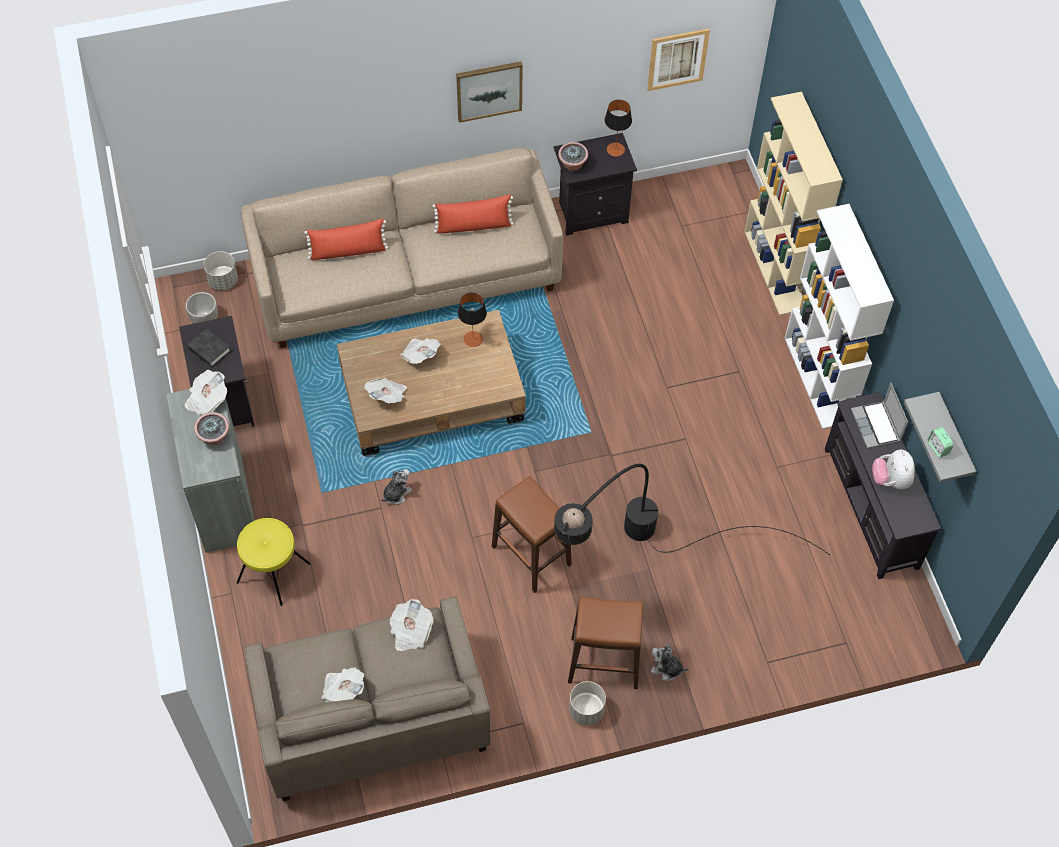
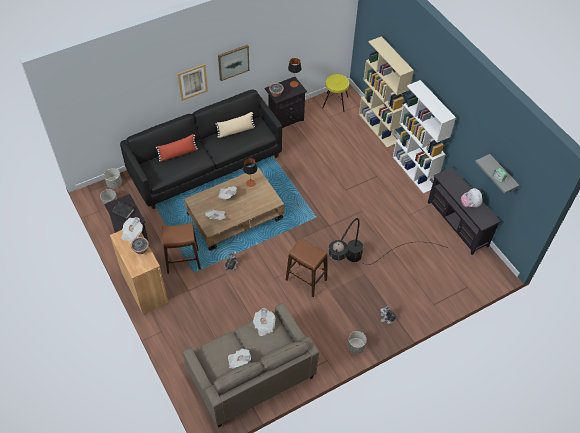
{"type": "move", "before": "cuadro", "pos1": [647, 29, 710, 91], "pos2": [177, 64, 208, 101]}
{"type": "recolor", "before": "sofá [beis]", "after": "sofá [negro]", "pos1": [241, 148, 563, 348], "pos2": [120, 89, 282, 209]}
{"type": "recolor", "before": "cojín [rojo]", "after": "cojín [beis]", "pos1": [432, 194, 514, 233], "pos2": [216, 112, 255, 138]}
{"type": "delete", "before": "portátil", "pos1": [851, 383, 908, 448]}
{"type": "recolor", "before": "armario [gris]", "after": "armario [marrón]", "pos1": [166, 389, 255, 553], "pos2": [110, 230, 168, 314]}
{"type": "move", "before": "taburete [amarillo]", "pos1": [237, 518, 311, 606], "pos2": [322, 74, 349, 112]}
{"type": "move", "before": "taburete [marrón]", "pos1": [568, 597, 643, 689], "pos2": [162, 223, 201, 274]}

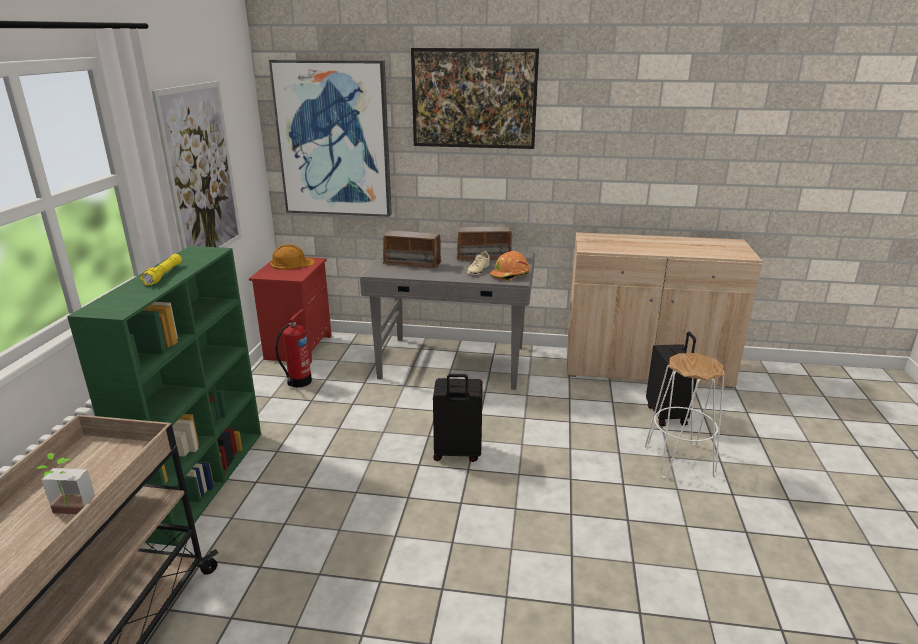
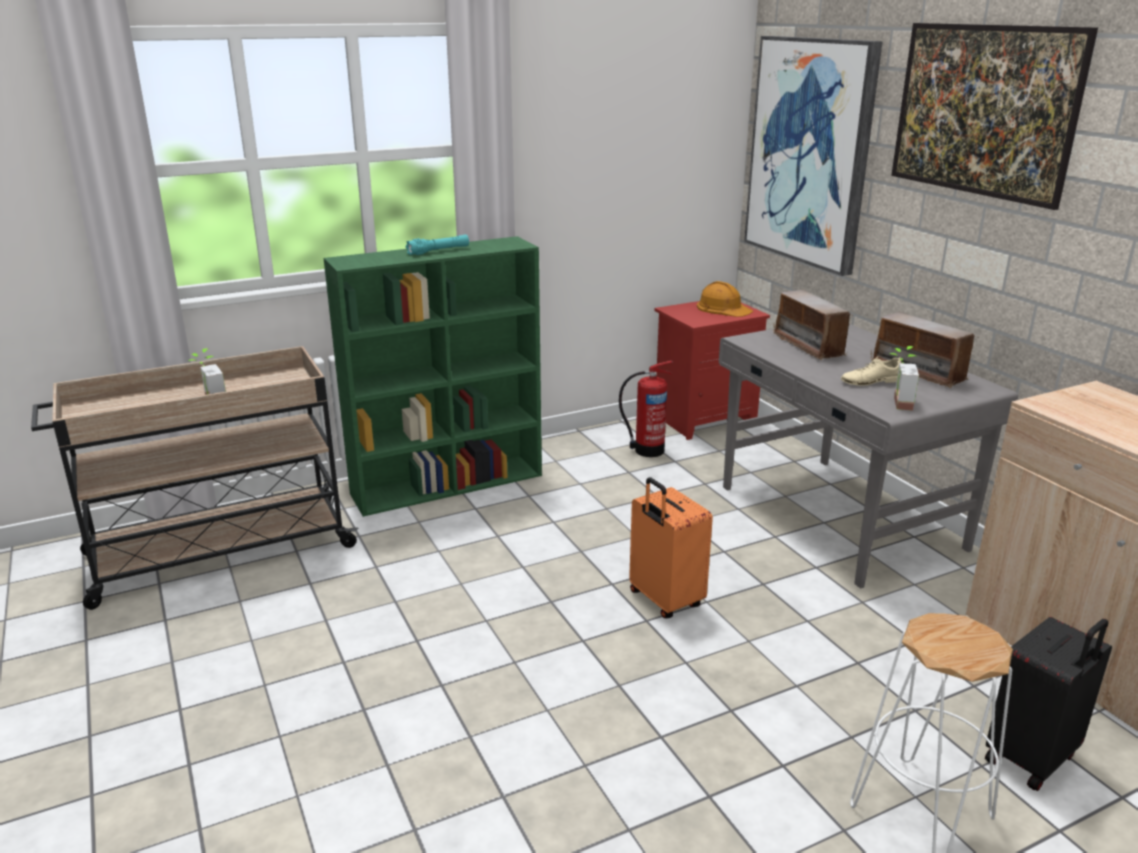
{"type": "delete", "before": "cuadro", "pos1": [152, 81, 242, 250]}
{"type": "replace", "before": "casco [naranja]", "after": "planta en maceta", "pos1": [489, 251, 530, 282], "pos2": [890, 346, 919, 411]}
{"type": "recolor", "before": "linterna [amarillo]", "after": "linterna [turquesa]", "pos1": [140, 254, 182, 285], "pos2": [405, 235, 469, 255]}
{"type": "recolor", "before": "maleta [negro]", "after": "maleta [naranja]", "pos1": [433, 374, 483, 462], "pos2": [629, 477, 713, 618]}

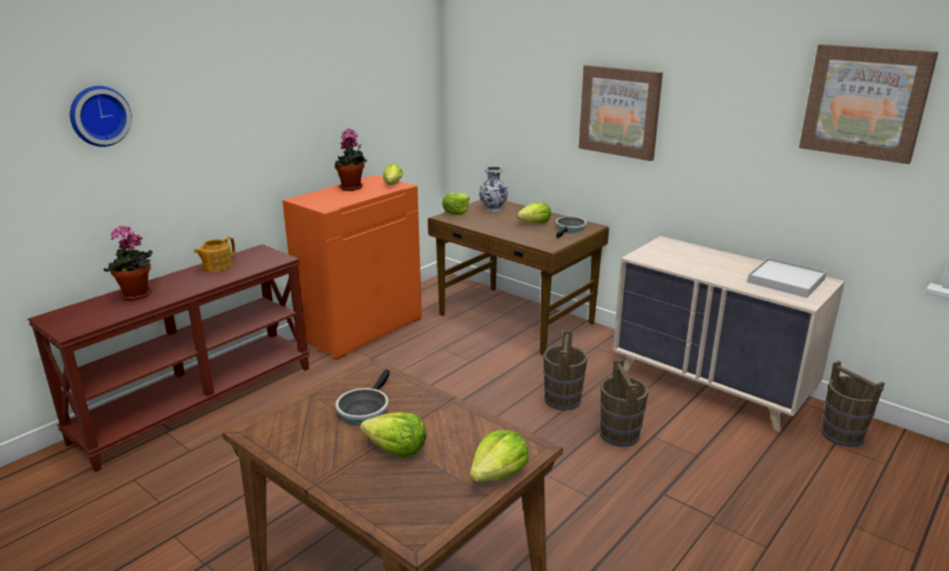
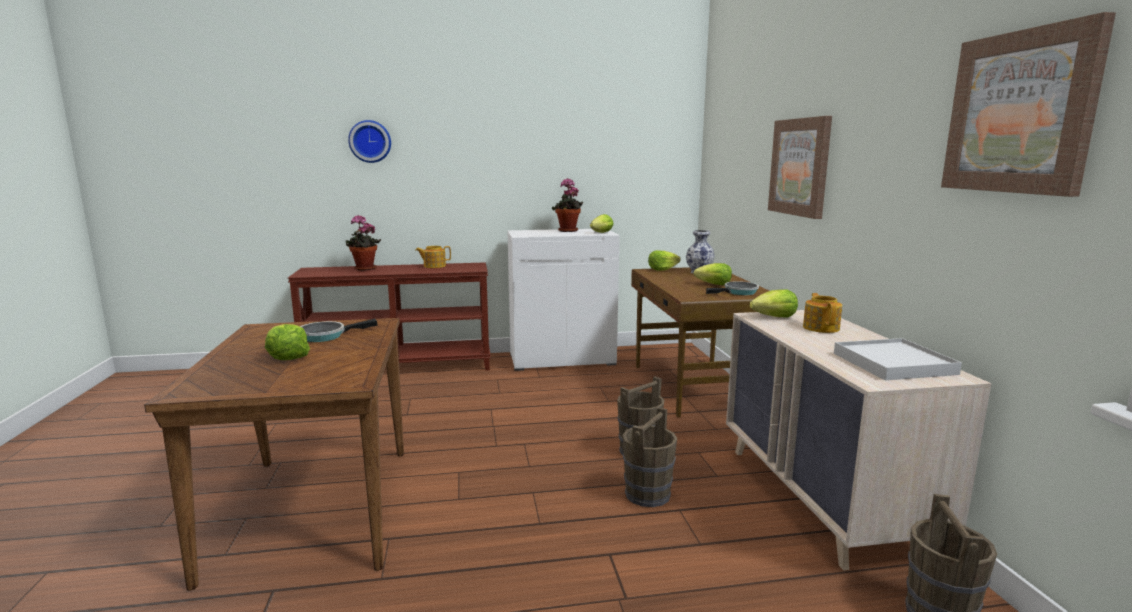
{"type": "recolor", "before": "armario [naranja]", "after": "armario [blanco]", "pos1": [282, 175, 422, 360], "pos2": [507, 229, 619, 371]}
{"type": "move", "before": "lechuga", "pos1": [470, 430, 529, 482], "pos2": [750, 289, 798, 317]}
{"type": "insert", "after": "tetera", "pos2": [803, 293, 842, 333]}

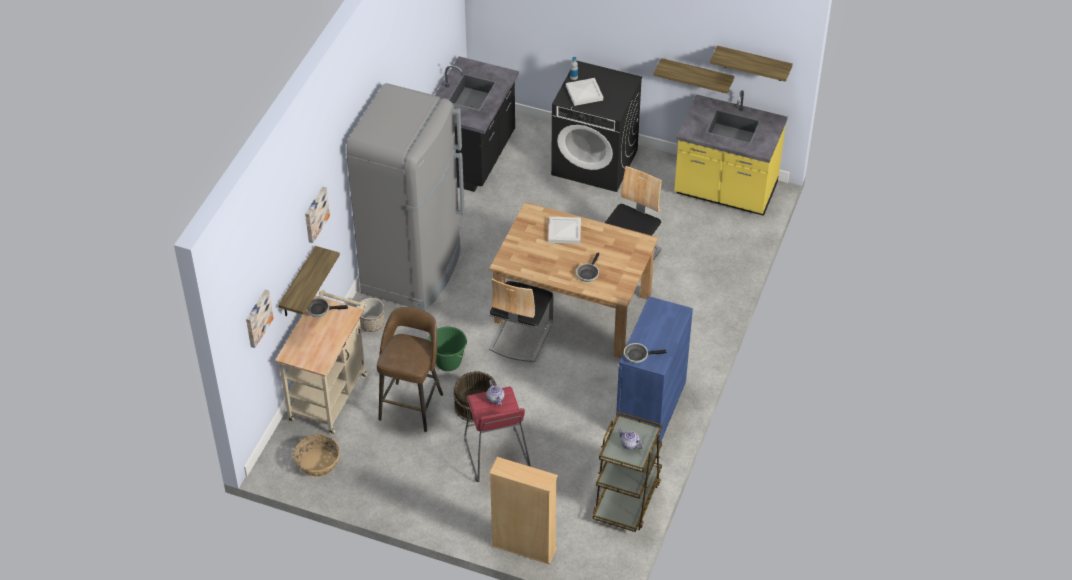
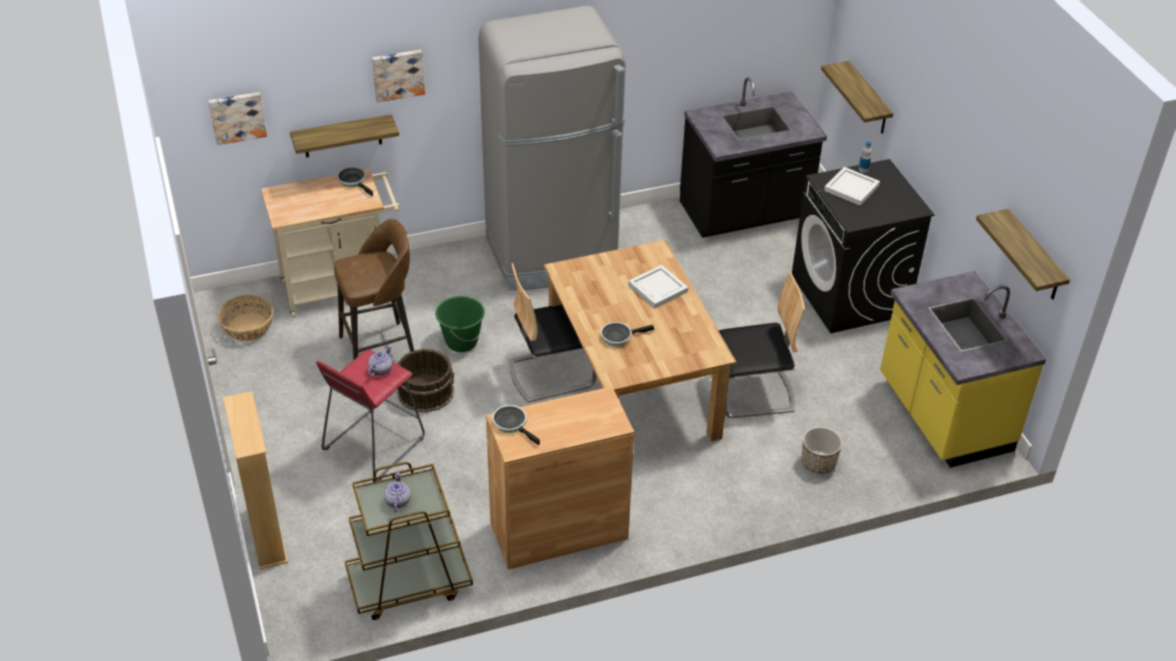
{"type": "move", "before": "estante", "pos1": [653, 58, 734, 94], "pos2": [821, 61, 893, 134]}
{"type": "recolor", "before": "armario [azul]", "after": "armario [marrón]", "pos1": [616, 296, 693, 444], "pos2": [486, 386, 634, 570]}
{"type": "move", "before": "maceta", "pos1": [357, 298, 385, 332], "pos2": [801, 427, 842, 474]}

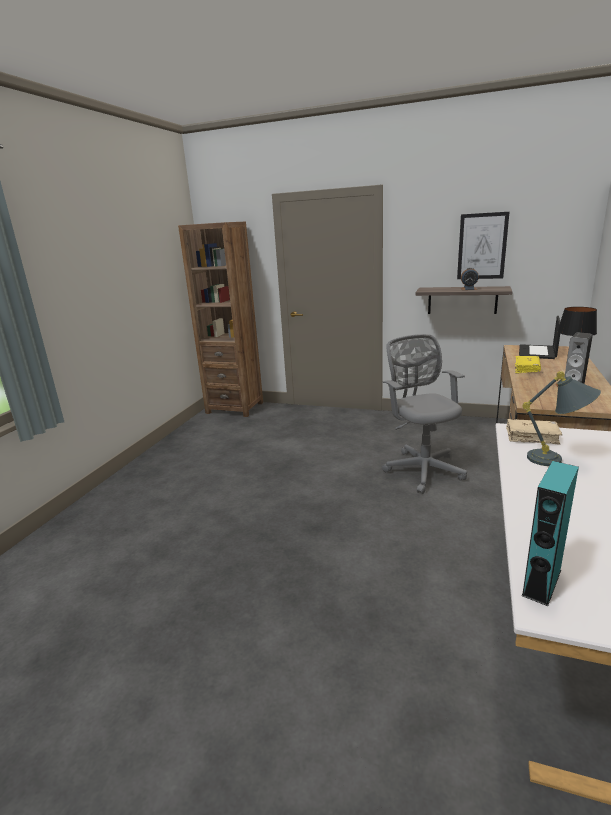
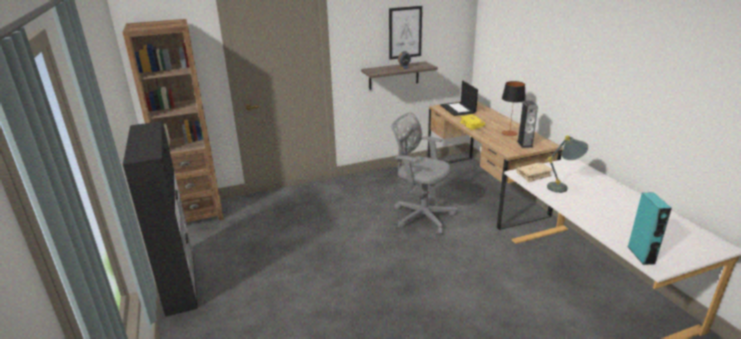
{"type": "insert", "after": "armario [negro]", "pos2": [123, 121, 198, 317]}

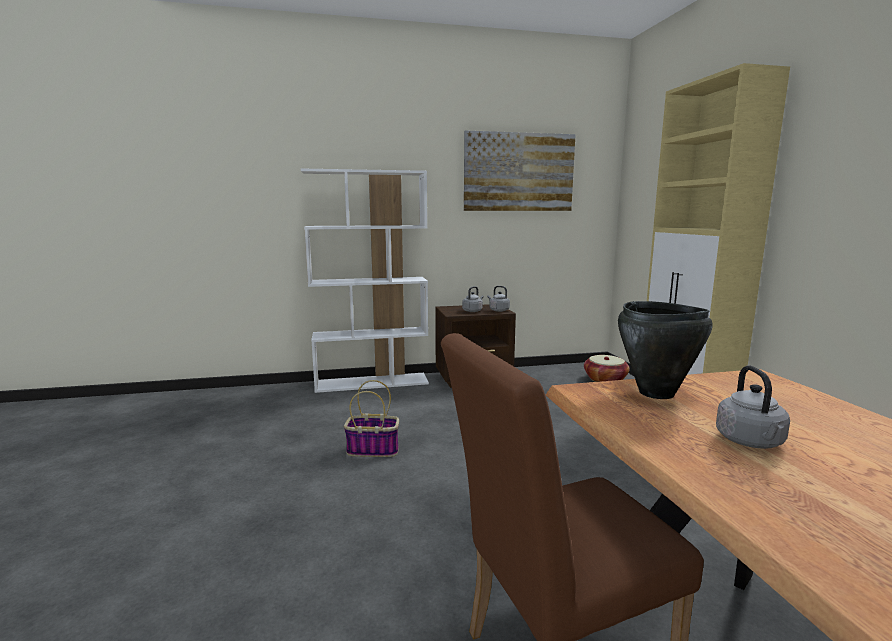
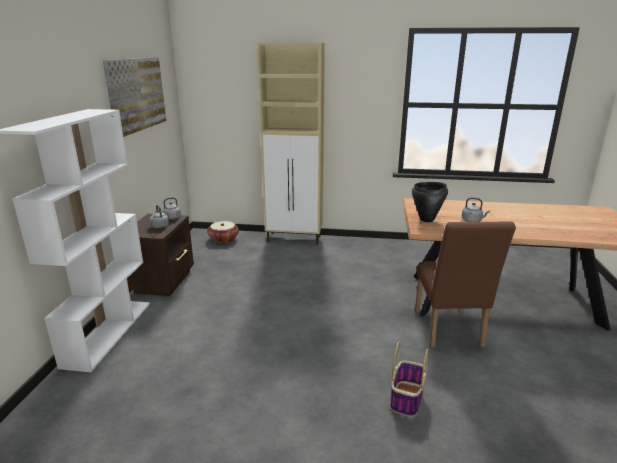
{"type": "move", "before": "cesta", "pos1": [344, 380, 399, 457], "pos2": [391, 341, 429, 417]}

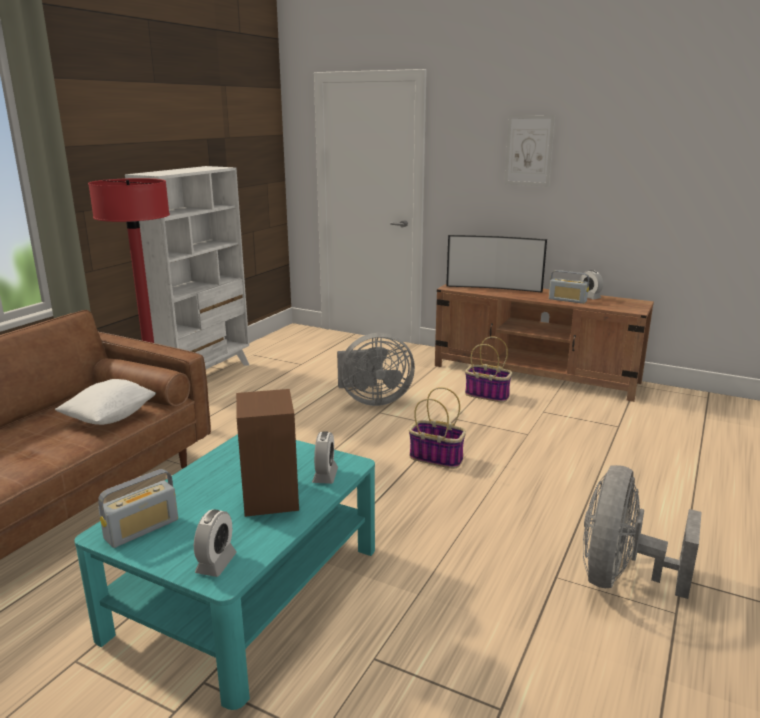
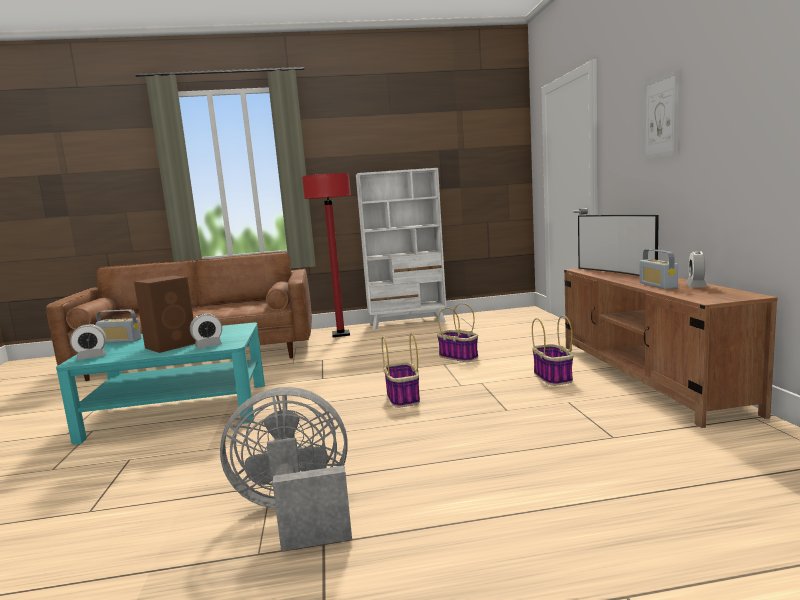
{"type": "replace", "before": "ventilador [gris]", "after": "cesta", "pos1": [337, 333, 415, 406], "pos2": [437, 303, 478, 362]}
{"type": "delete", "before": "cojín [blanco]", "pos1": [55, 379, 156, 425]}

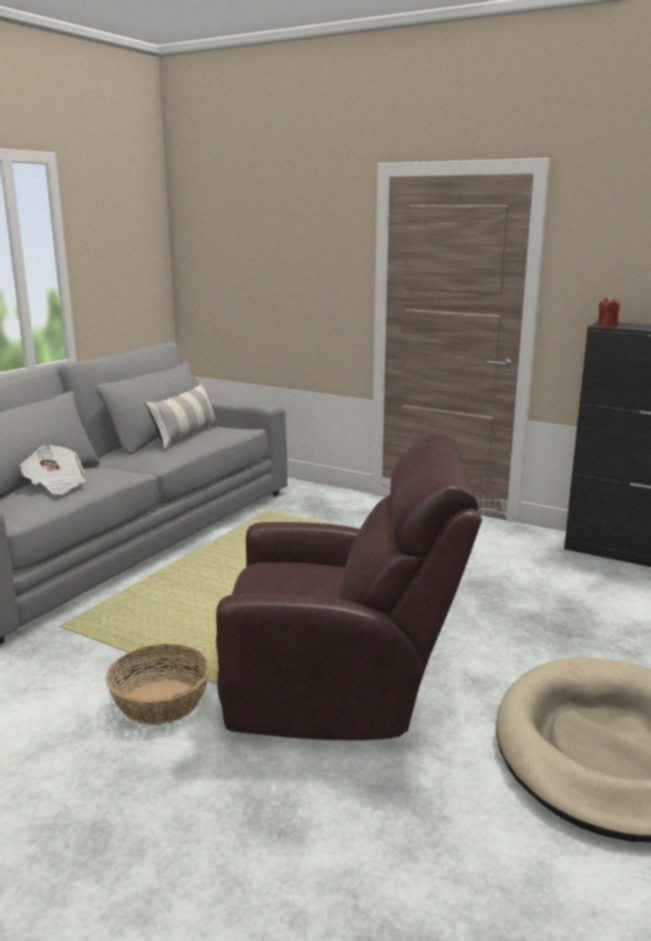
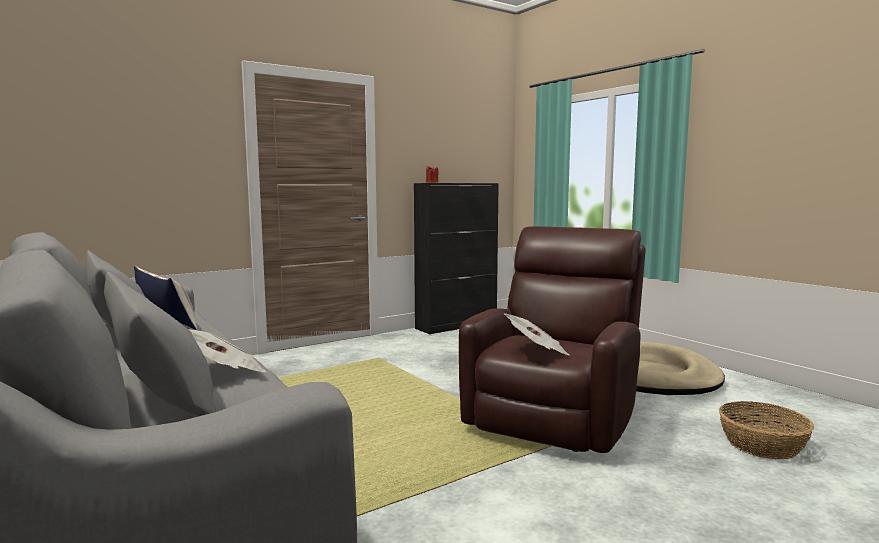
{"type": "move", "before": "cesta", "pos1": [106, 644, 210, 725], "pos2": [719, 401, 814, 459]}
{"type": "insert", "after": "periódico", "pos2": [503, 313, 569, 355]}

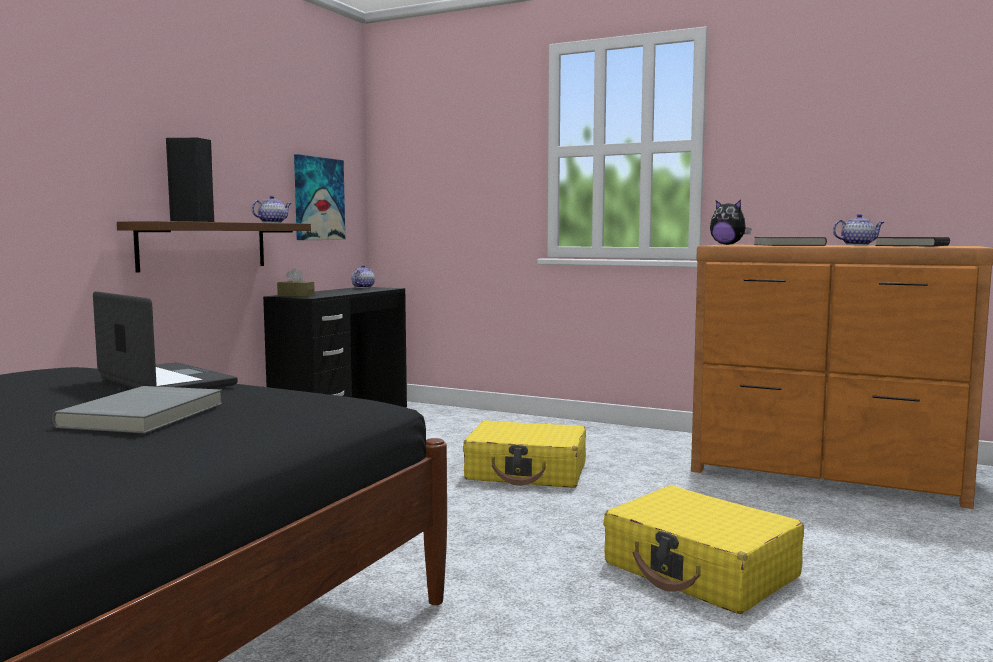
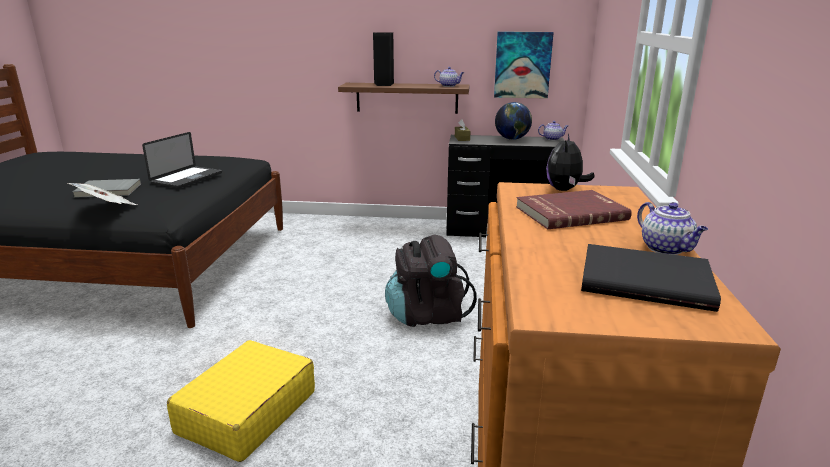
{"type": "replace", "before": "maleta [amarillo]", "after": "mochila [negro]", "pos1": [463, 420, 586, 488], "pos2": [385, 234, 477, 327]}
{"type": "insert", "after": "globo terráqueo", "pos2": [495, 102, 532, 140]}
{"type": "insert", "after": "periódico", "pos2": [68, 183, 137, 205]}

